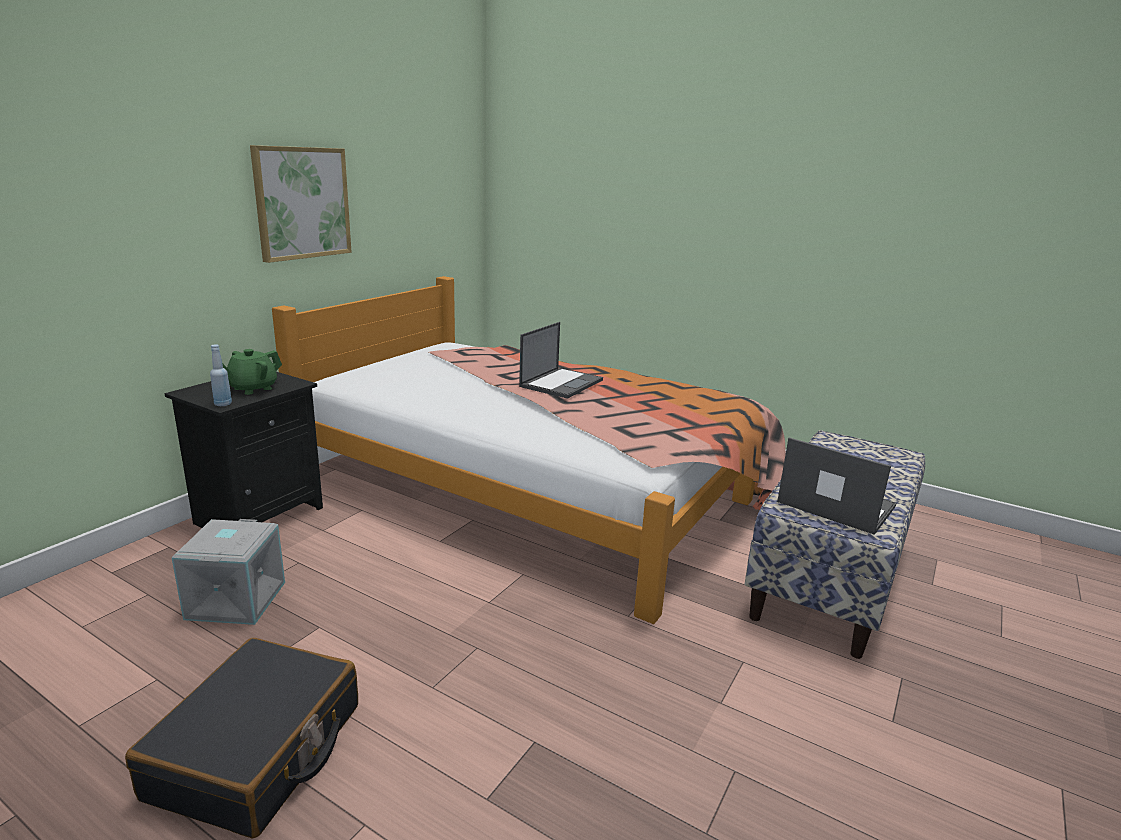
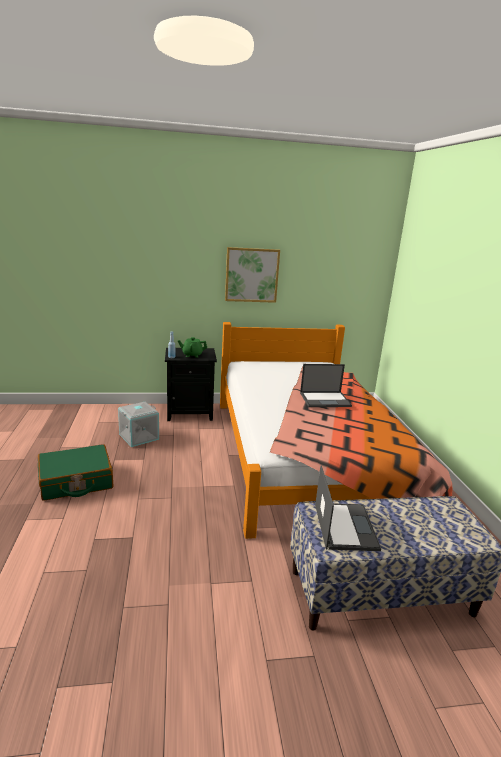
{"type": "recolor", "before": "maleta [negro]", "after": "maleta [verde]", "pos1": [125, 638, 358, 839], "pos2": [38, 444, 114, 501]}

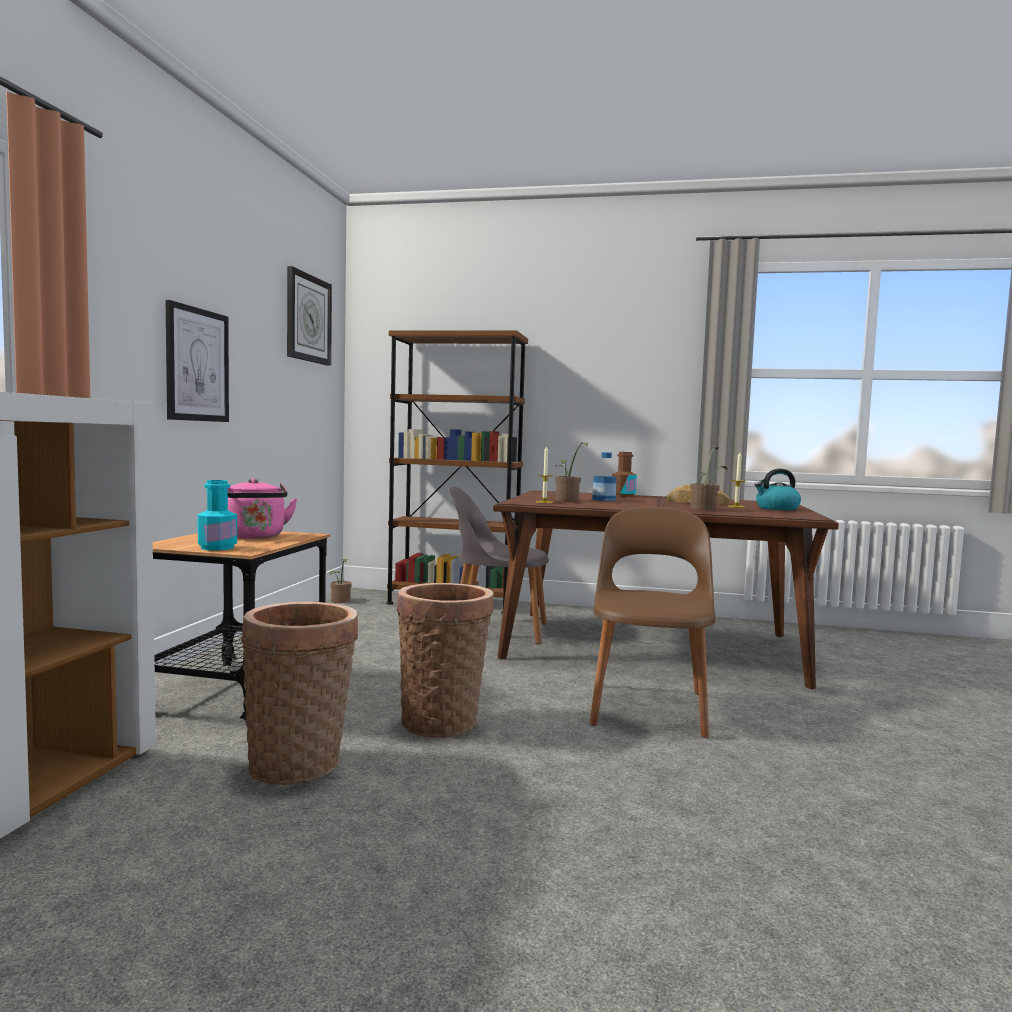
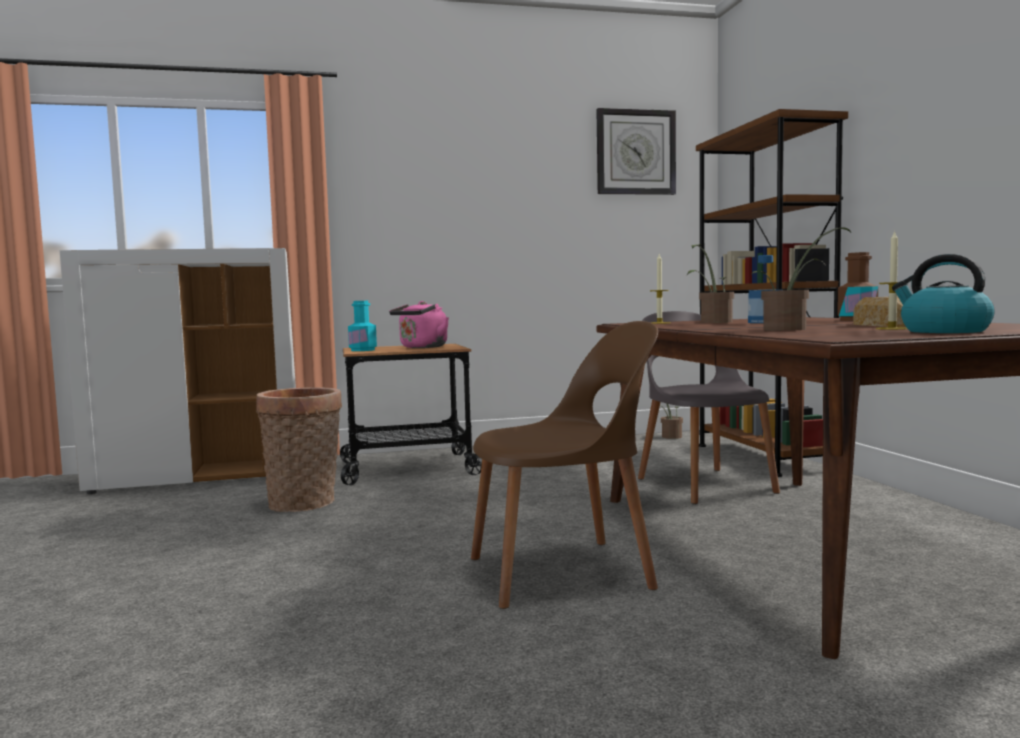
{"type": "delete", "before": "cuadro", "pos1": [166, 300, 229, 422]}
{"type": "delete", "before": "cesta", "pos1": [397, 583, 494, 738]}

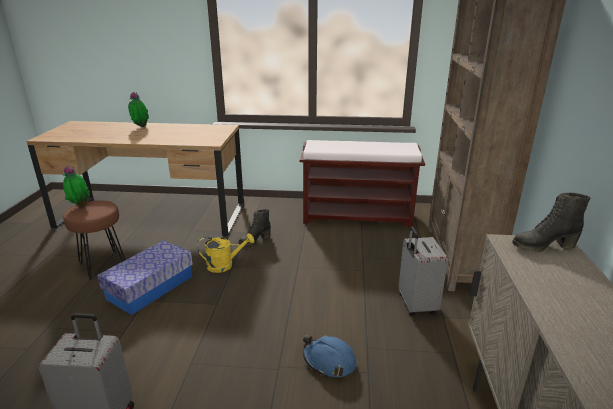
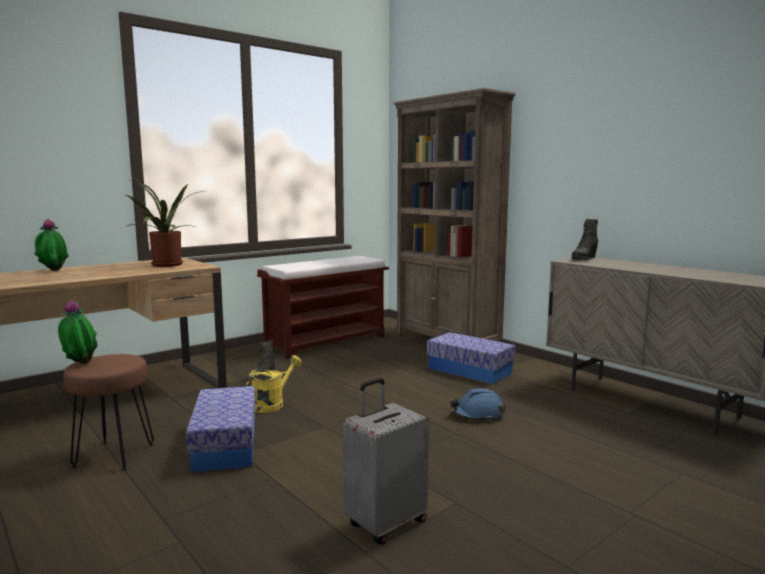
{"type": "replace", "before": "maleta [gris]", "after": "caja de almacenaje", "pos1": [399, 227, 448, 316], "pos2": [427, 332, 515, 384]}
{"type": "insert", "after": "planta en maceta", "pos2": [125, 180, 203, 267]}

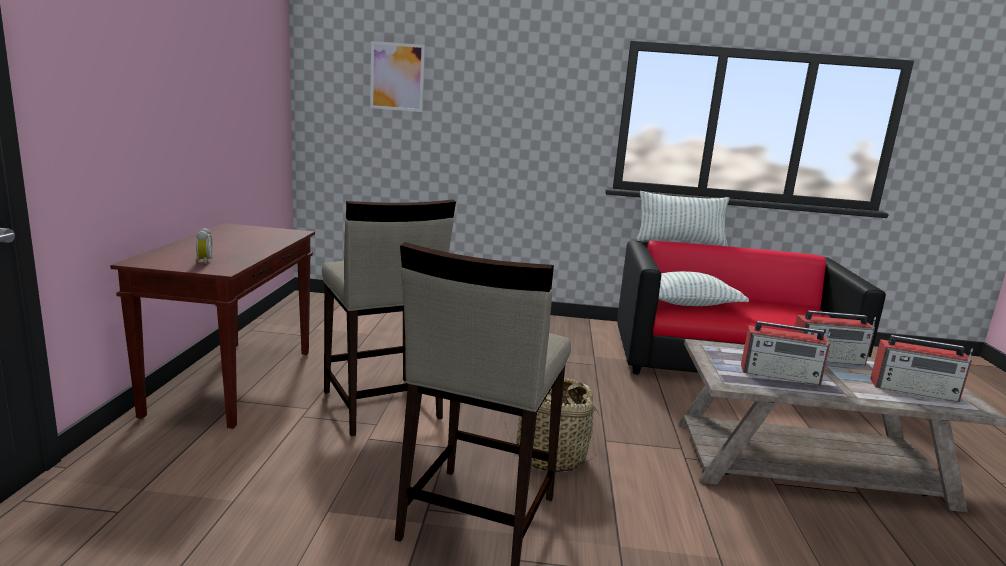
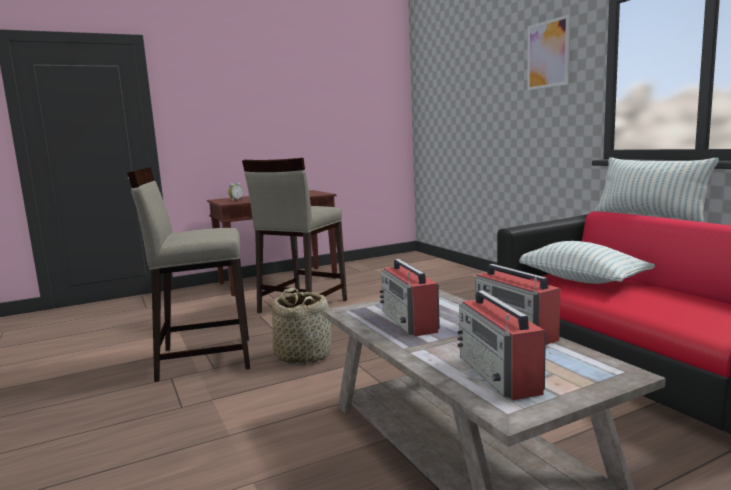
{"type": "move", "before": "cuadro", "pos1": [370, 41, 425, 112], "pos2": [527, 15, 570, 90]}

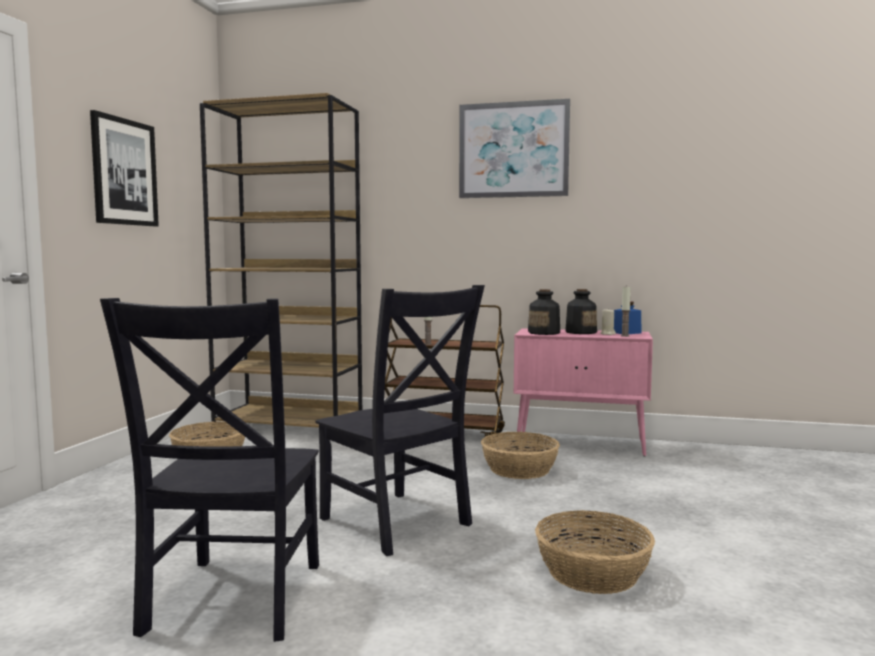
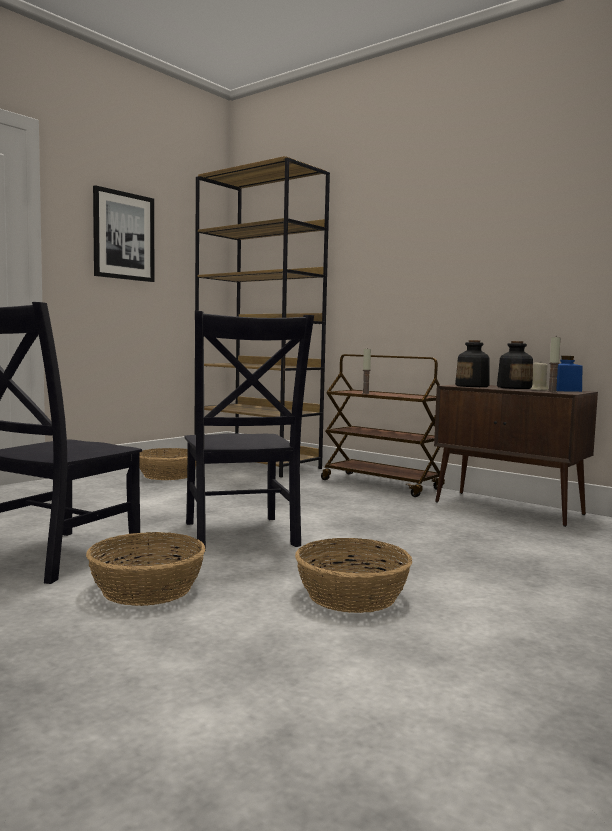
{"type": "delete", "before": "cuadro", "pos1": [459, 99, 570, 198]}
{"type": "recolor", "before": "armario [rosa]", "after": "armario [marrón]", "pos1": [514, 328, 653, 457], "pos2": [434, 384, 598, 527]}
{"type": "move", "before": "cesta", "pos1": [481, 432, 560, 479], "pos2": [86, 532, 206, 606]}

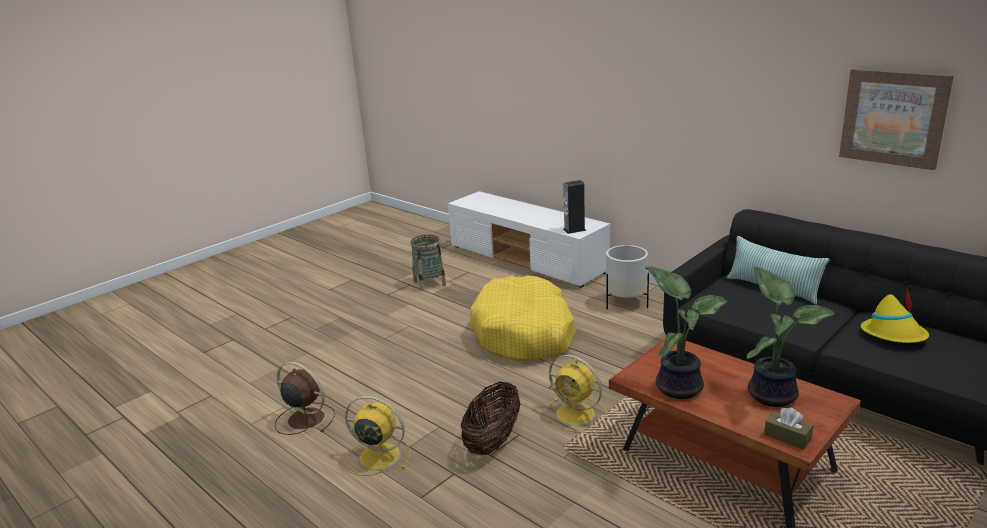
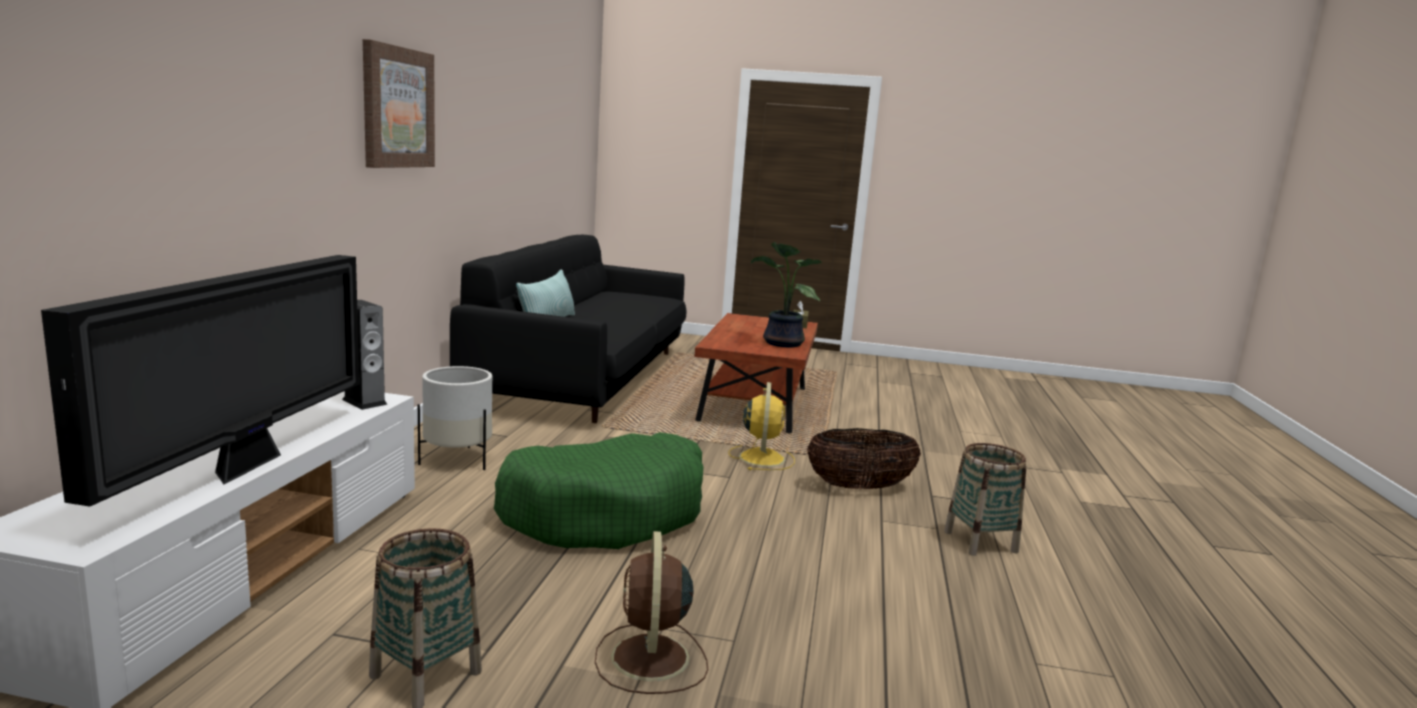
{"type": "move", "before": "cuadro", "pos1": [839, 69, 954, 170], "pos2": [363, 39, 435, 168]}
{"type": "delete", "before": "planta en maceta", "pos1": [746, 267, 837, 407]}
{"type": "recolor", "before": "cama para perro [amarillo]", "after": "cama para perro [verde]", "pos1": [470, 275, 577, 361], "pos2": [494, 432, 703, 549]}
{"type": "delete", "before": "sombrero [amarillo]", "pos1": [861, 290, 929, 343]}
{"type": "move", "before": "ventilador [marrón]", "pos1": [275, 362, 335, 435], "pos2": [595, 531, 708, 694]}
{"type": "replace", "before": "ventilador [amarillo]", "after": "cesta", "pos1": [345, 396, 410, 476], "pos2": [944, 443, 1027, 556]}
{"type": "insert", "after": "televisor", "pos2": [41, 255, 360, 507]}

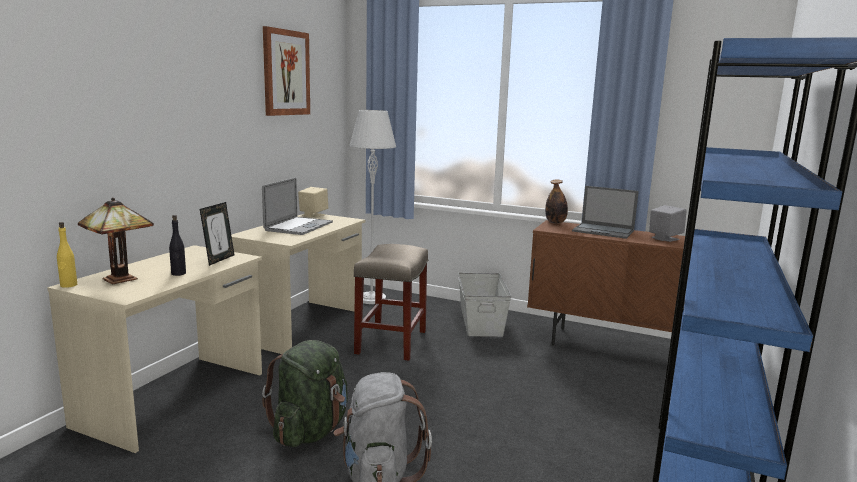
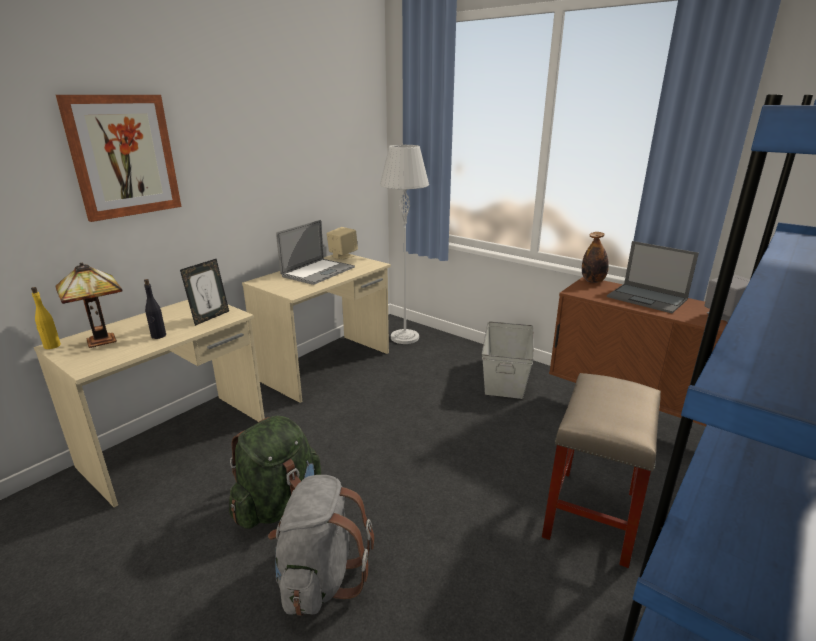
{"type": "move", "before": "cuadro", "pos1": [263, 26, 310, 116], "pos2": [56, 95, 181, 222]}
{"type": "move", "before": "taburete [beis]", "pos1": [354, 244, 429, 361], "pos2": [542, 373, 661, 568]}

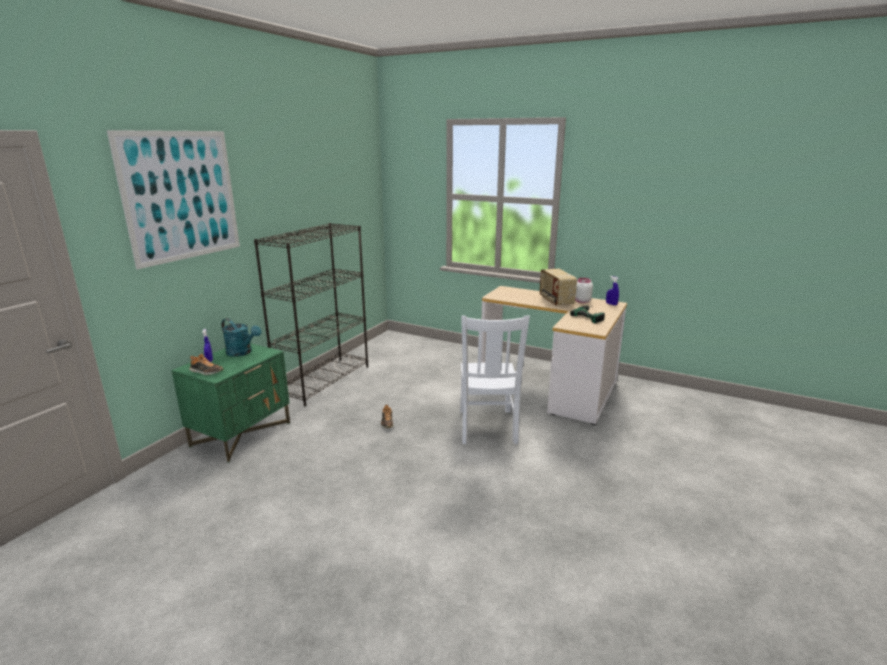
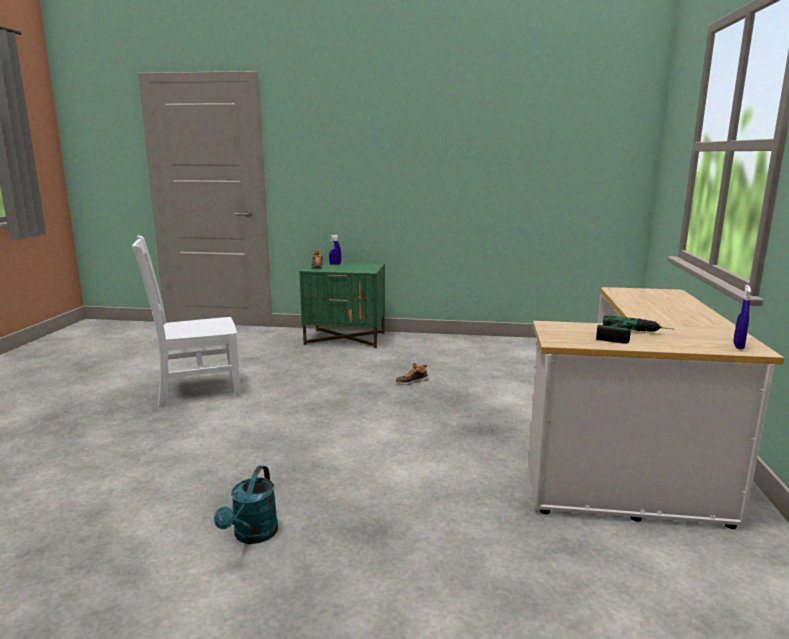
{"type": "delete", "before": "cuadro", "pos1": [107, 130, 240, 269]}
{"type": "delete", "before": "estantería [negro]", "pos1": [254, 223, 368, 406]}
{"type": "delete", "before": "radio", "pos1": [540, 269, 577, 306]}
{"type": "delete", "before": "tarro [blanco]", "pos1": [575, 278, 593, 303]}
{"type": "move", "before": "silla [blanco]", "pos1": [460, 315, 530, 444], "pos2": [132, 235, 241, 407]}
{"type": "move", "before": "regadera [turquesa]", "pos1": [221, 318, 261, 357], "pos2": [214, 465, 278, 544]}

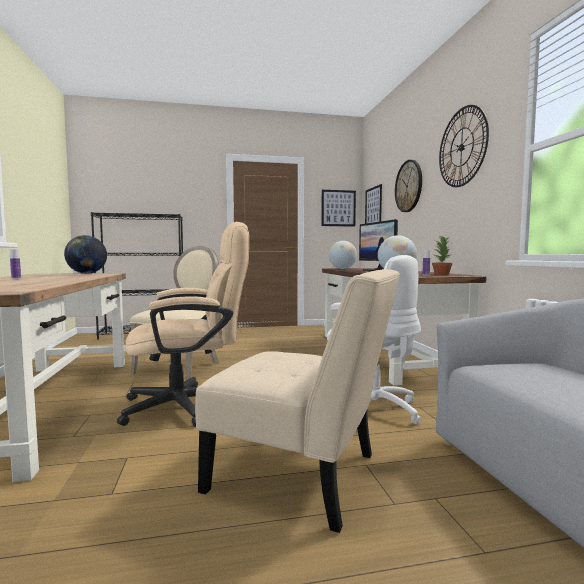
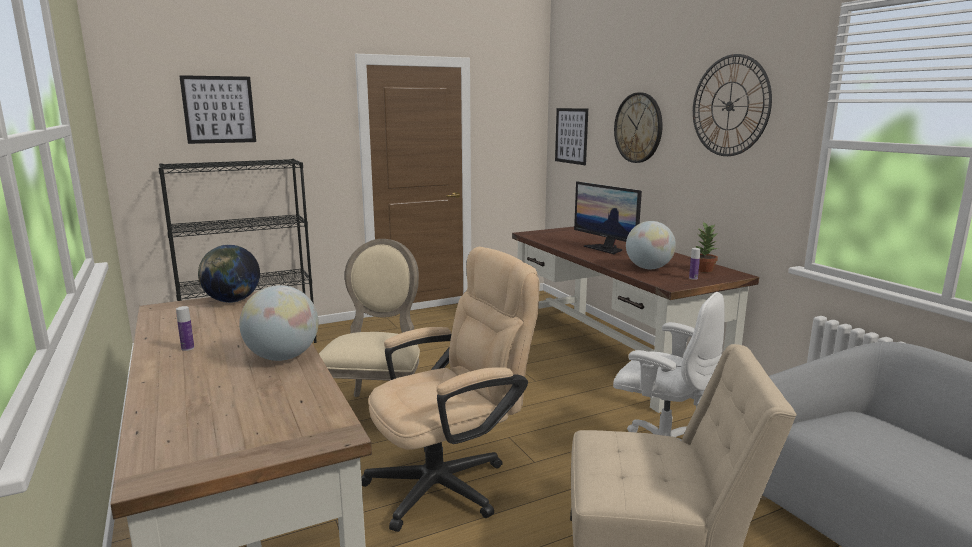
{"type": "move", "before": "cuadro", "pos1": [321, 190, 356, 227], "pos2": [179, 75, 256, 144]}
{"type": "move", "before": "globo terráqueo", "pos1": [329, 241, 357, 269], "pos2": [239, 285, 319, 361]}

